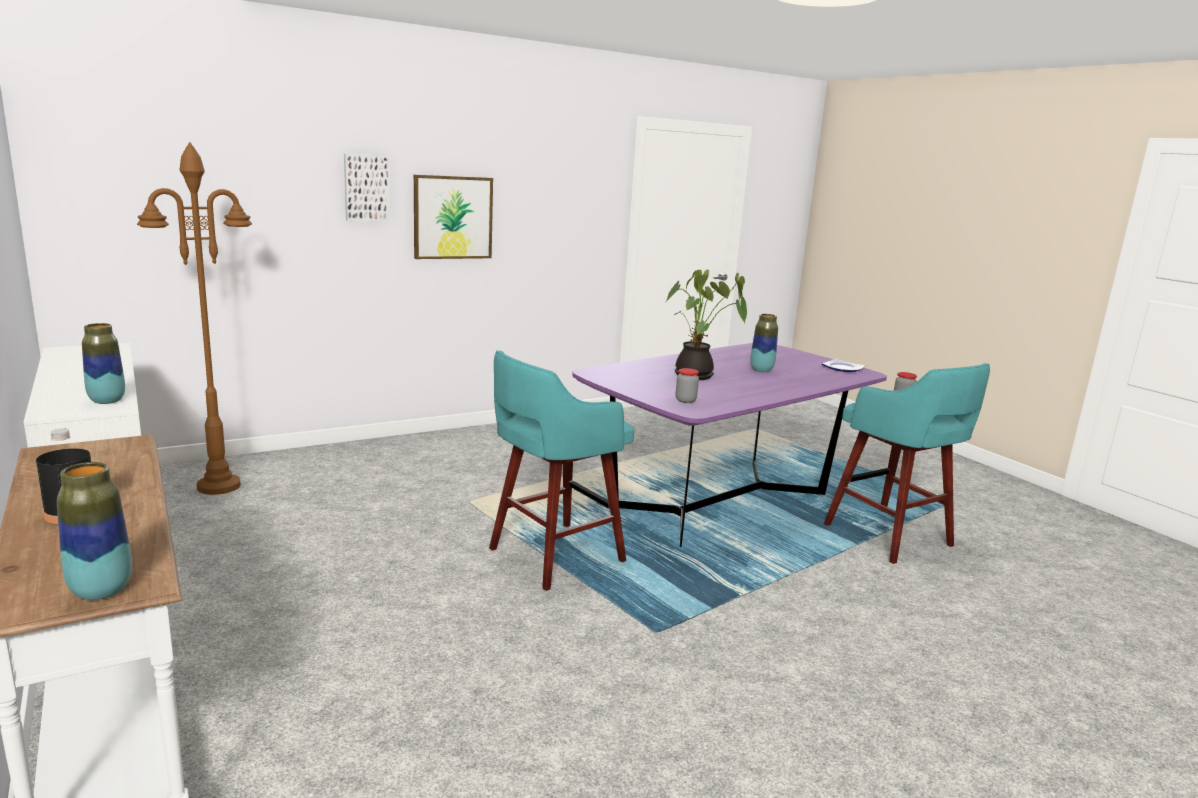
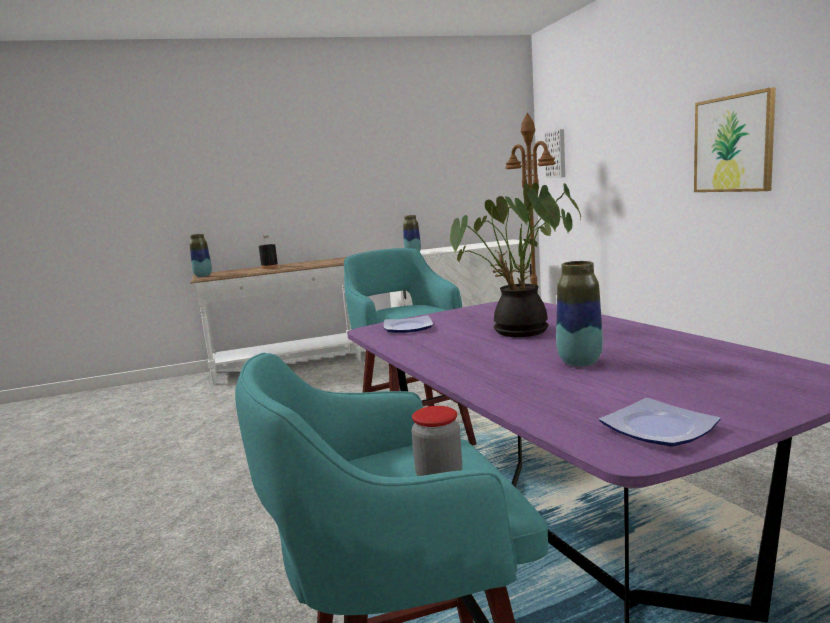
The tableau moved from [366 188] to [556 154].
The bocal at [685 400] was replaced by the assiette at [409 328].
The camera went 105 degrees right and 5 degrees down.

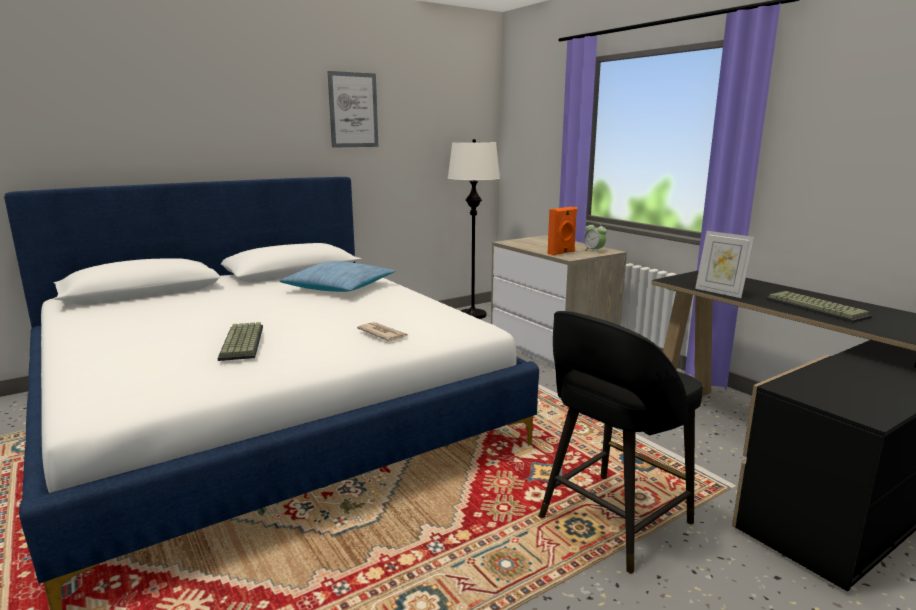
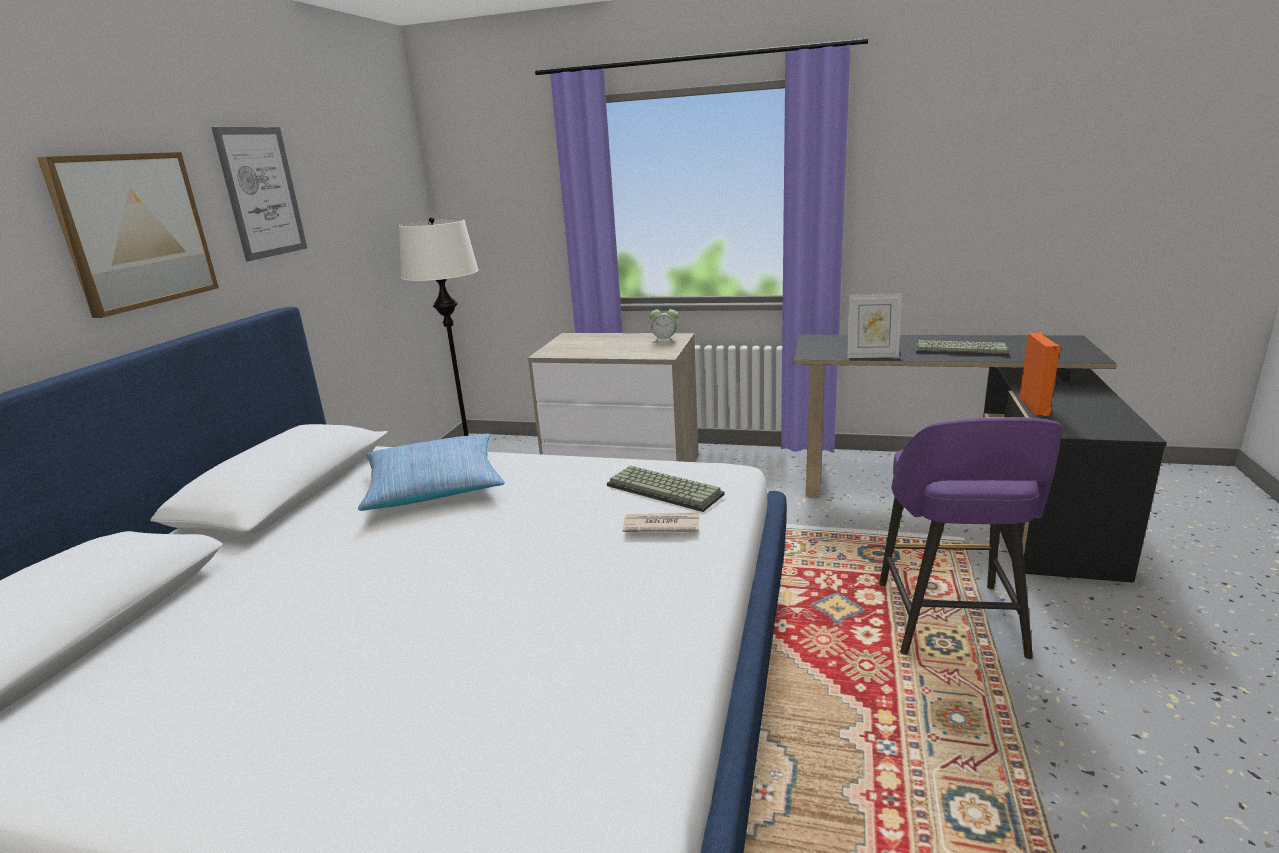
The enceinte/orange moved from [562 253] to [1035 406].
The tabouret/noir at [612 521] became the tabouret/violet at [950 622].
The clavier moved from [243 343] to [666 489].
The tableau at [134 231] appeared.
The camera went 40 degrees left and 5 degrees up.

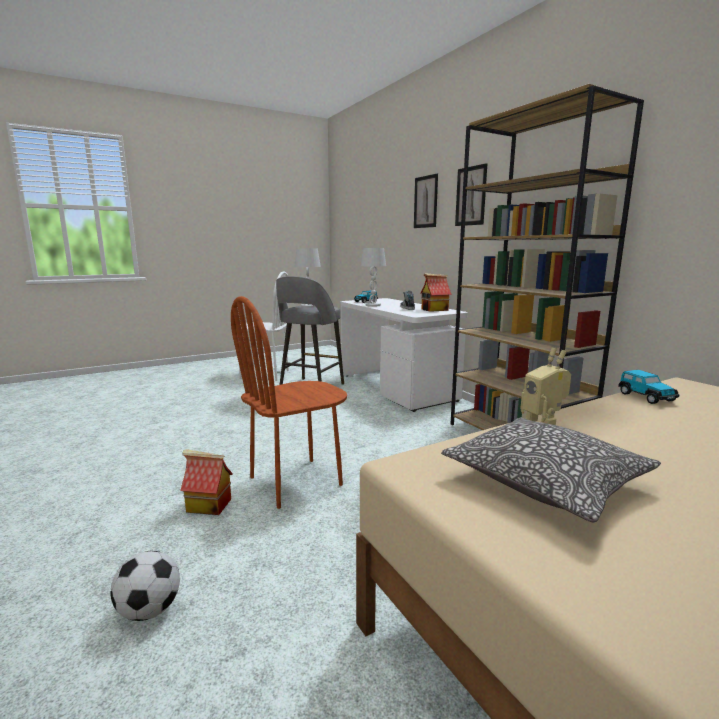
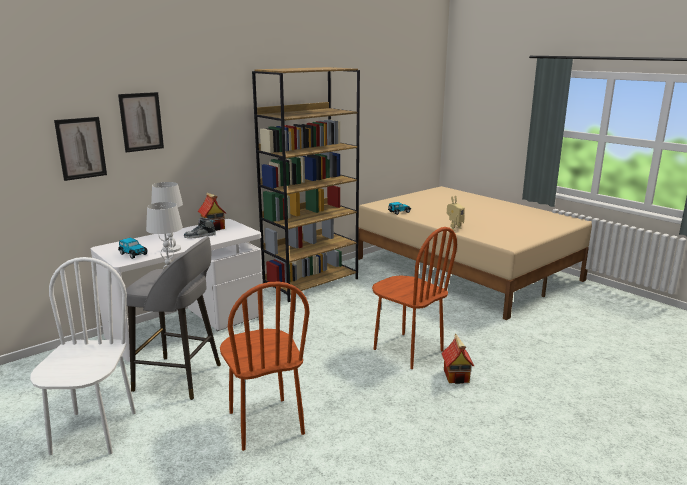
The tableau moved from [471 196] to [81 148].
The coussin at [545 481] disappeared.
The ballon de foot at [149 610] disappeared.
The chaise/marron at [265 423] appeared.
The camera went 100 degrees left and 5 degrees up.

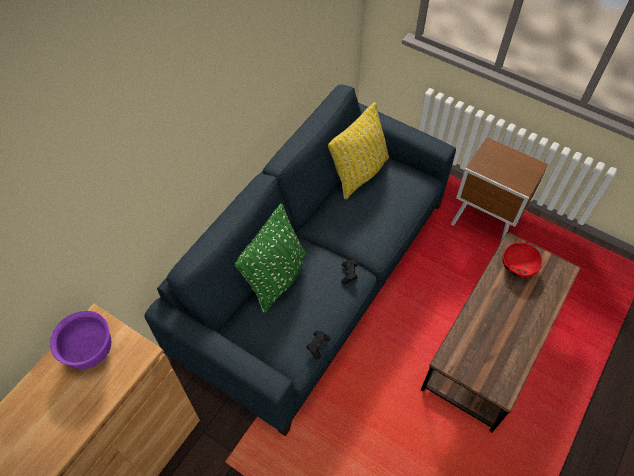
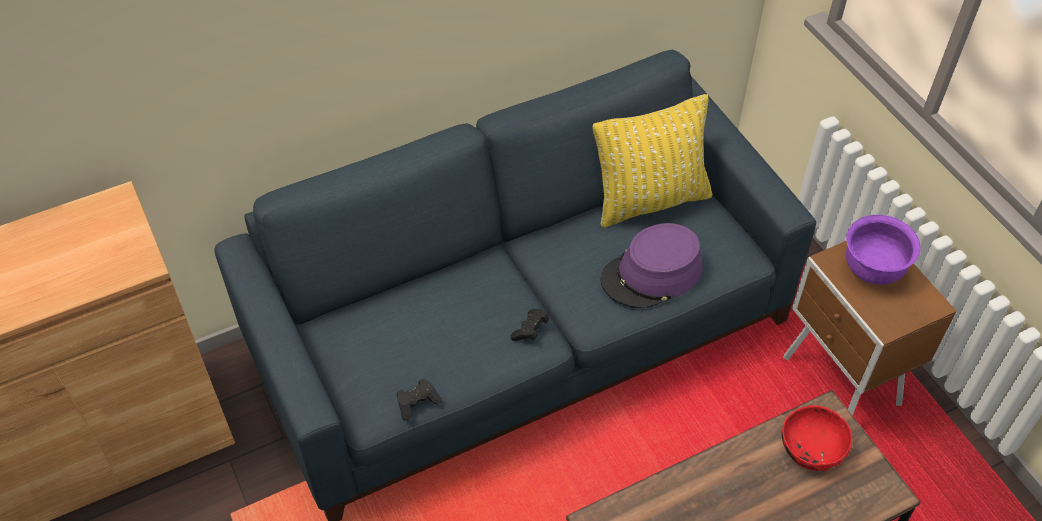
The coussin/vert at [276 278] disappeared.
The bol/violet moved from [90 351] to [872 270].
The chapeau/violet at [652 275] appeared.
The camera went 30 degrees right and 5 degrees down.

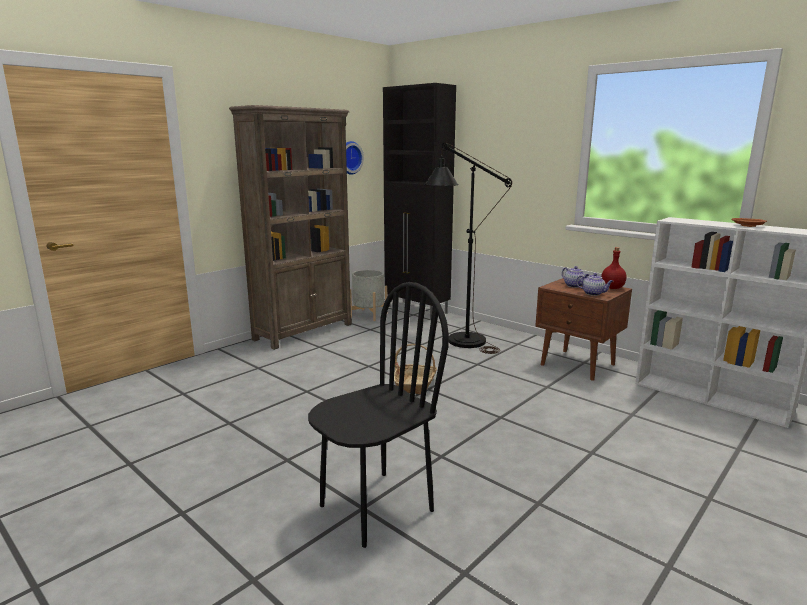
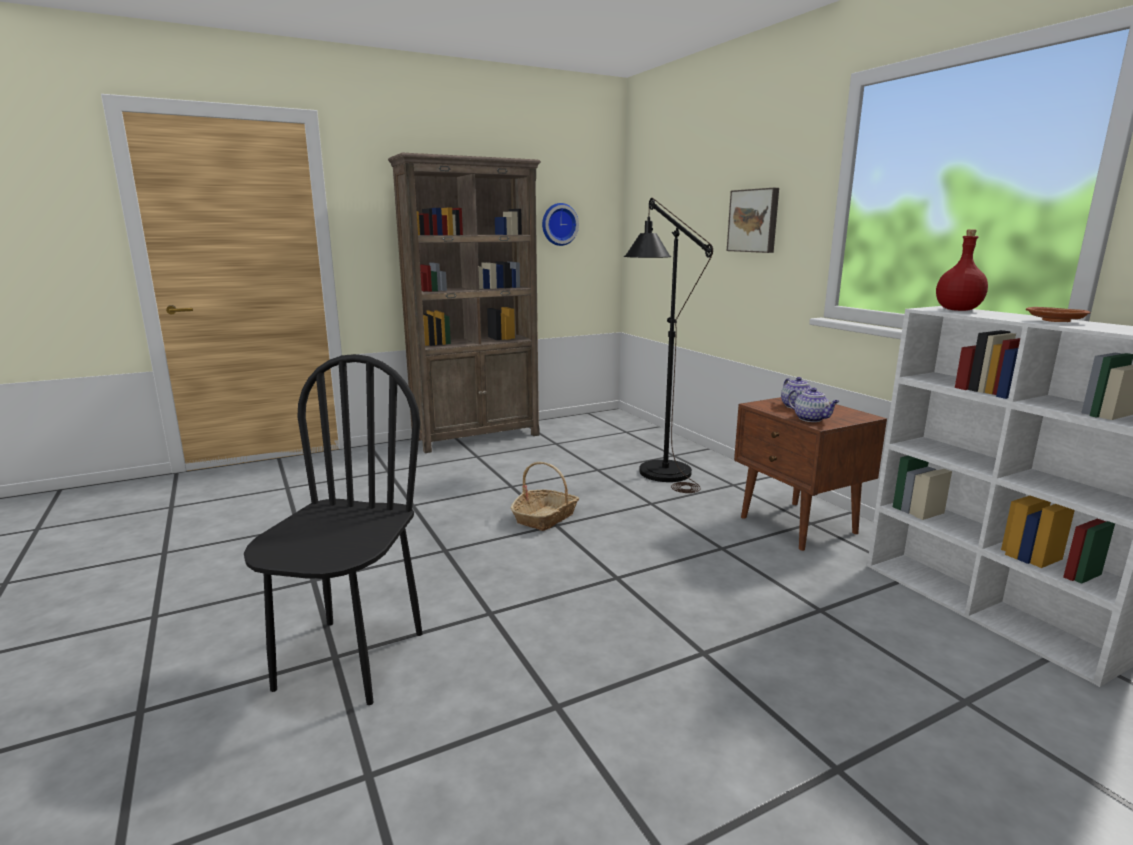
The meuble de rangement/noir at [417 310] disappeared.
The bouteille/rouge moved from [612 288] to [958 310].
The cache-pot/gris at [368 315] disappeared.
The chaise/noir at [376 507] turned 60 degrees counterclockwise.
The tableau at [754 221] appeared.
The camera went 20 degrees right and 0 degrees up.

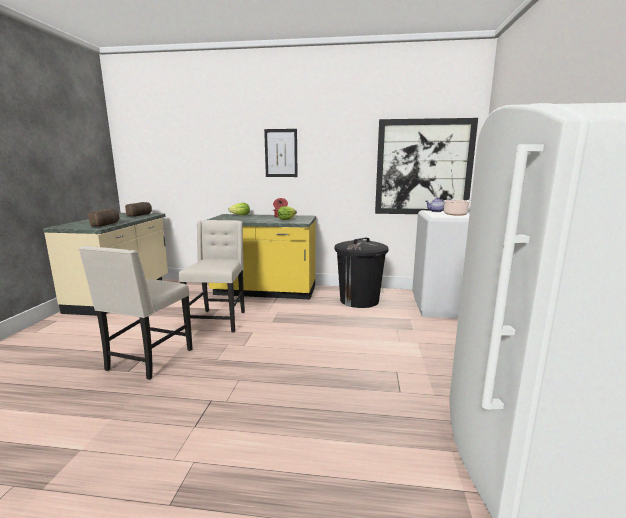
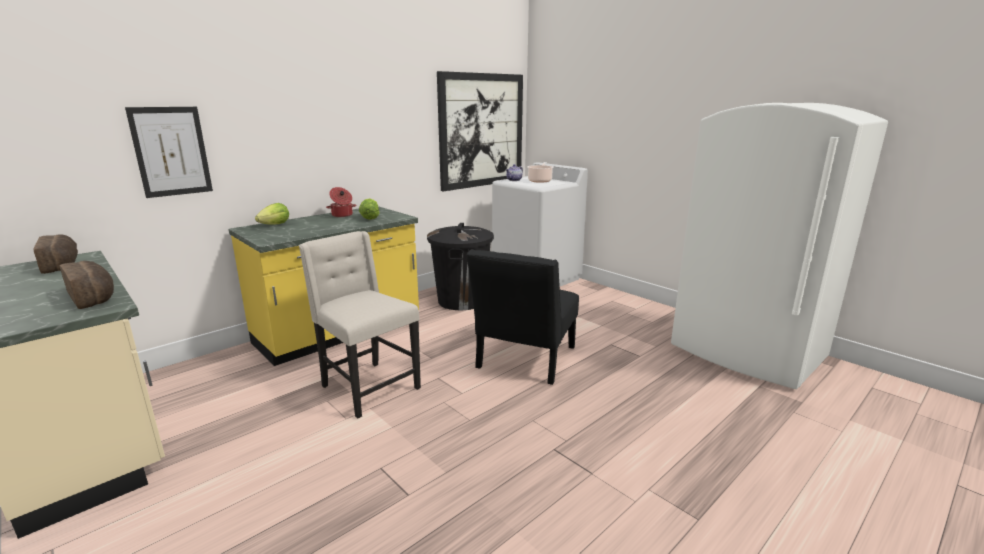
The tableau moved from [281 153] to [171 151].
The chaise/beige at [148 360] disappeared.
The chaise/noir at [524 360] appeared.
The camera went 50 degrees left and 5 degrees up.

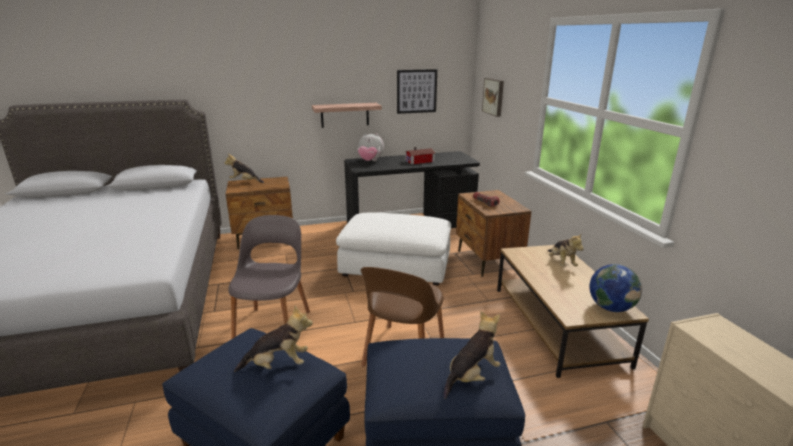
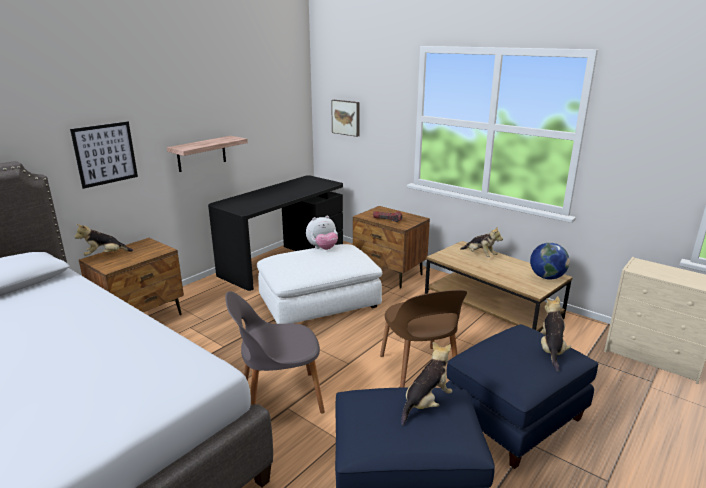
The tableau moved from [416 91] to [105 154].
The peluche moved from [370 161] to [323 248].
The maison miniature at [420 161] disappeared.
The chaise/gris at [273 326] turned 75 degrees counterclockwise.
The camera went 35 degrees left and 0 degrees up.

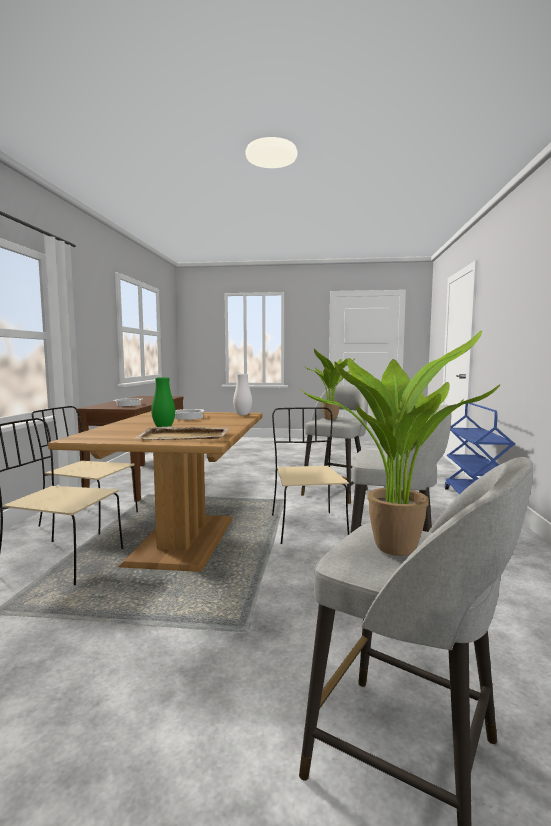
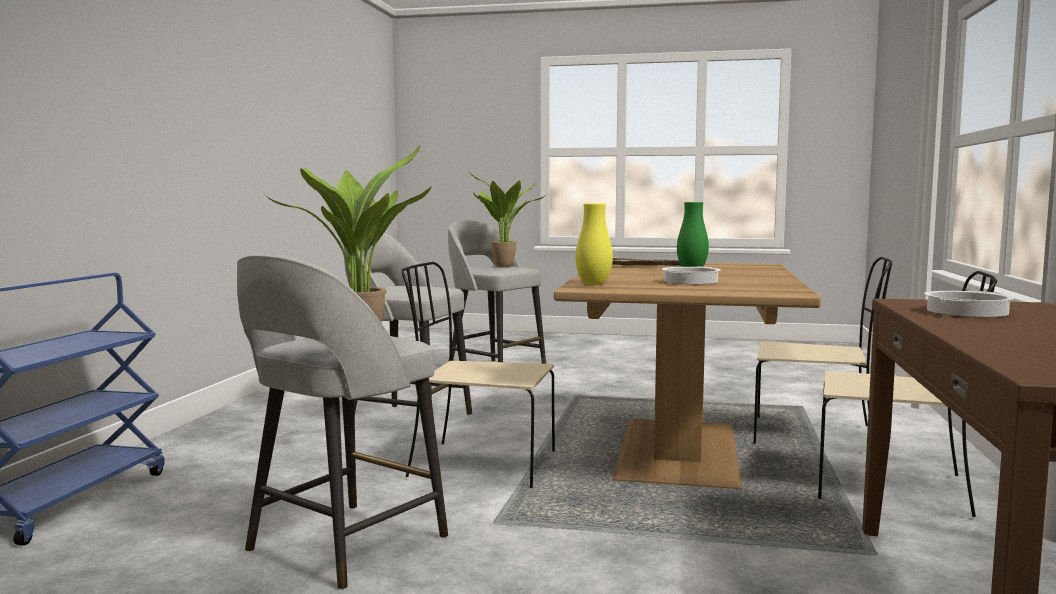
The vase/blanc at [242 415] became the vase/jaune at [593 284].
The chaise/beige at [307 526] turned 105 degrees clockwise.
The camera went 175 degrees left and 0 degrees up.

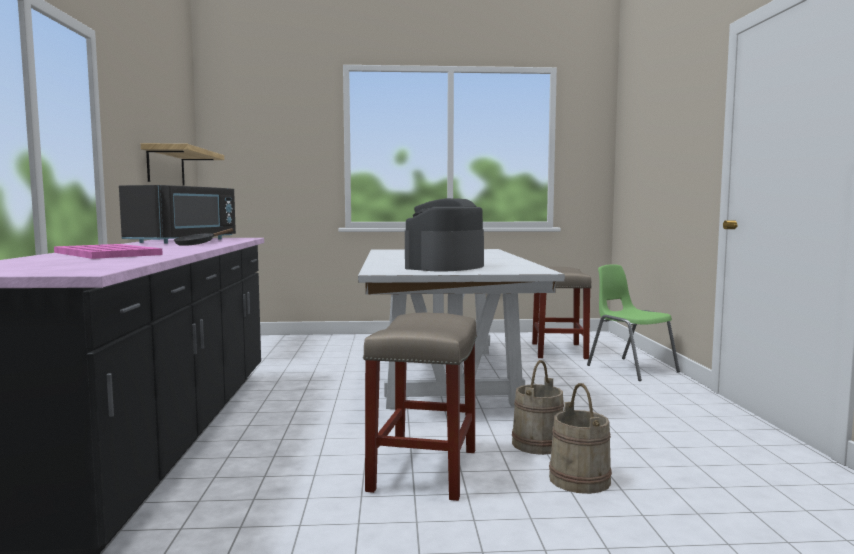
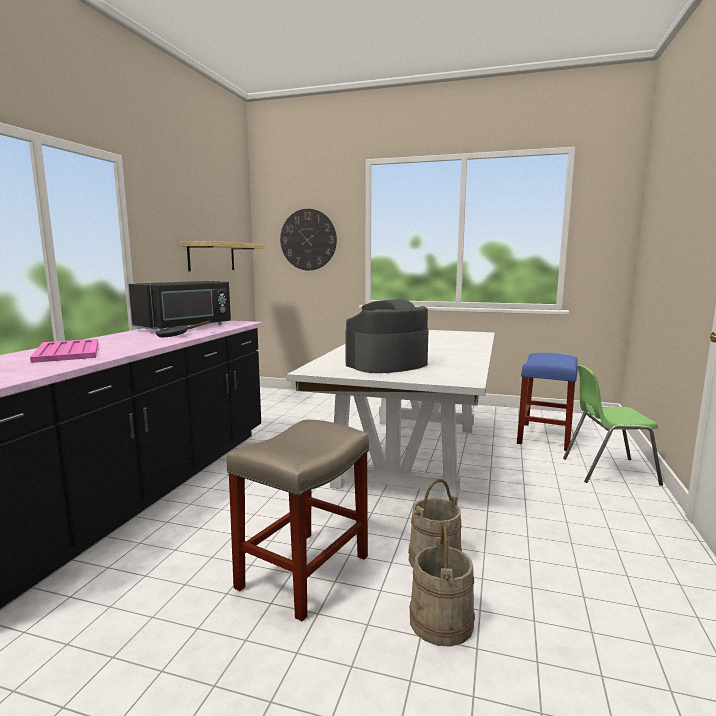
The chaise/vert at [630 368] turned 75 degrees counterclockwise.
The tabouret/beige at [559 351] became the tabouret/bleu at [545 437].
The horloge murale at [308 239] appeared.
The camera went 20 degrees right and 5 degrees up.

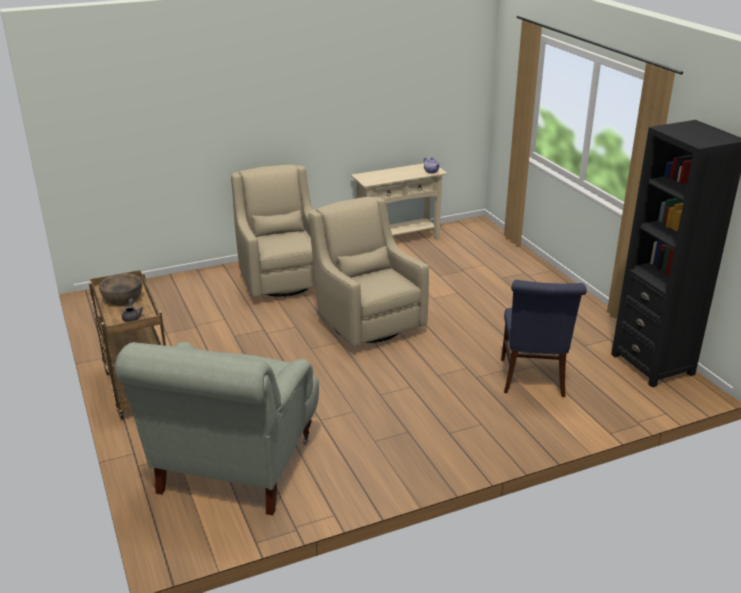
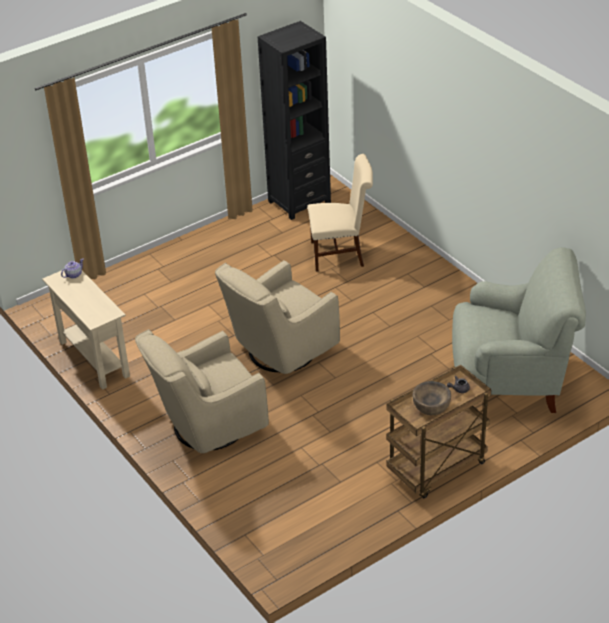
The chaise/bleu at [533 380] became the chaise/beige at [341 254].
The camera went 100 degrees left and 10 degrees up.

